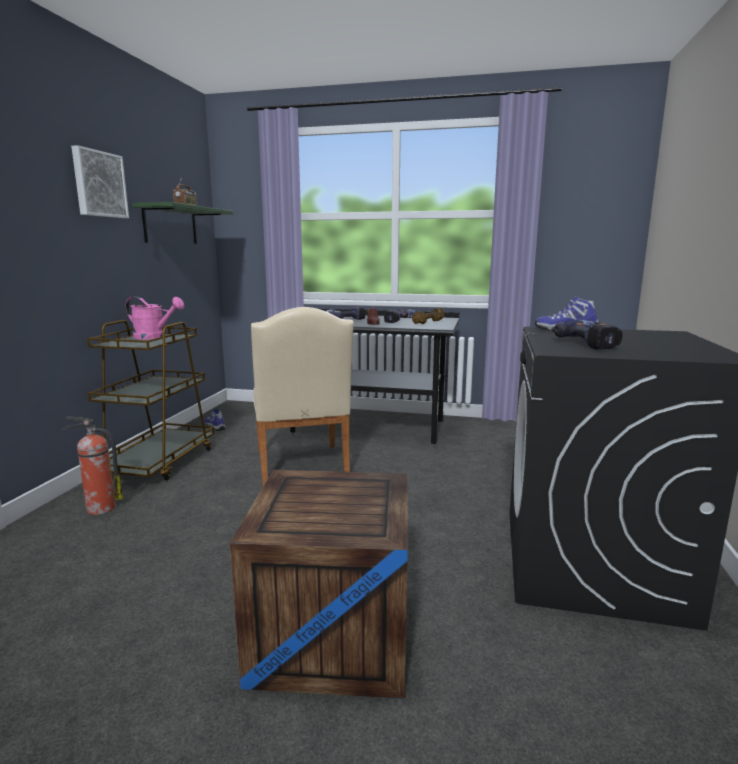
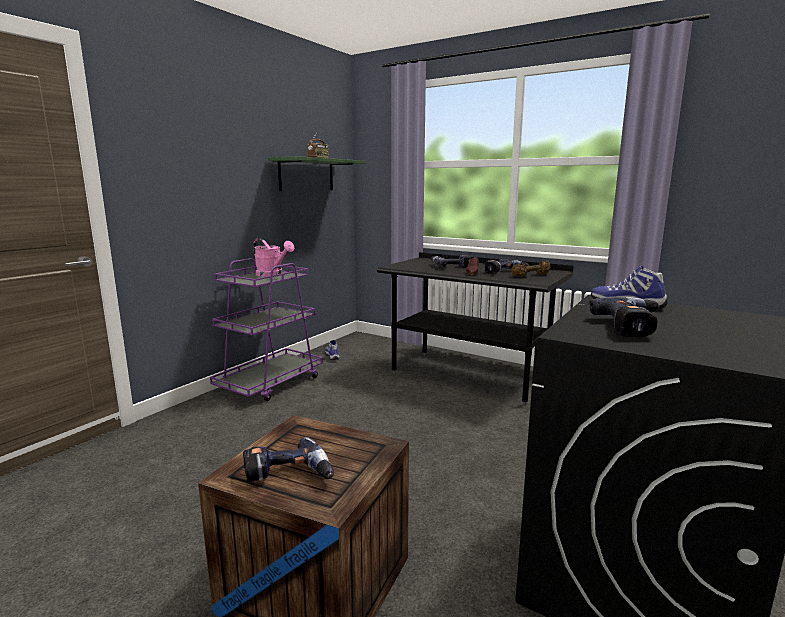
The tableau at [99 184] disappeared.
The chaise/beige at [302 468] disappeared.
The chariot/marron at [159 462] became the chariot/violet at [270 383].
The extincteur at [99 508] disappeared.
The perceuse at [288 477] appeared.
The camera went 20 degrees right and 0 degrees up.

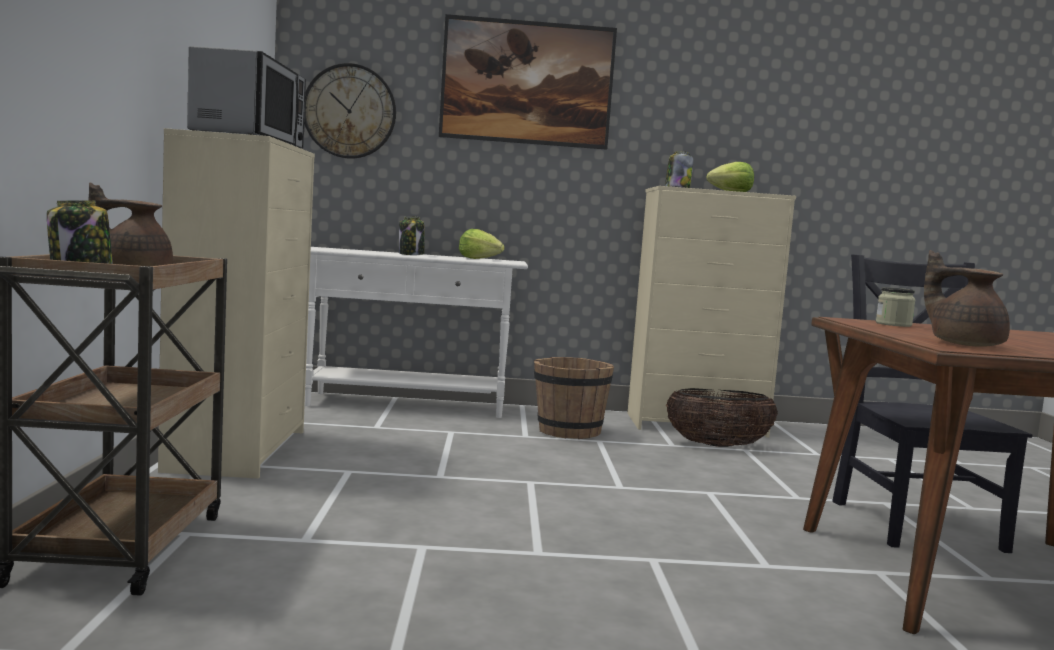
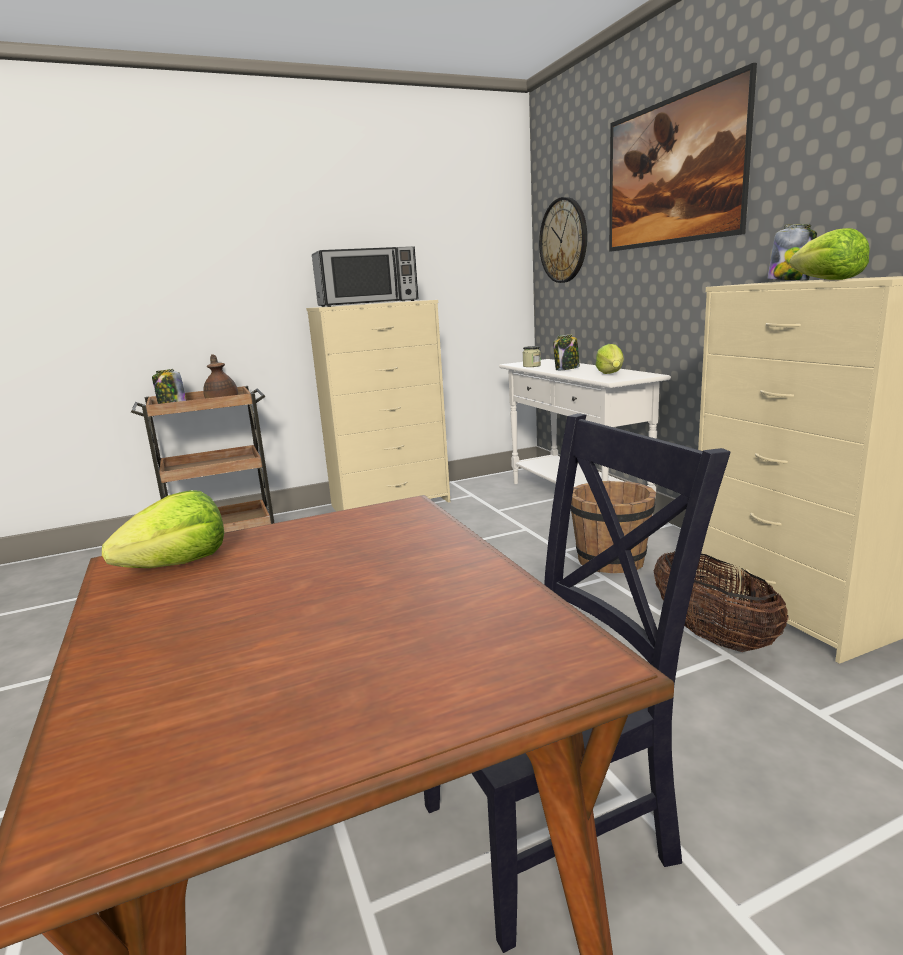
The théière/marron at [964 344] was replaced by the laitue at [178 564].
The bocal moved from [893 324] to [531 366].
The camera went 70 degrees right and 10 degrees up.

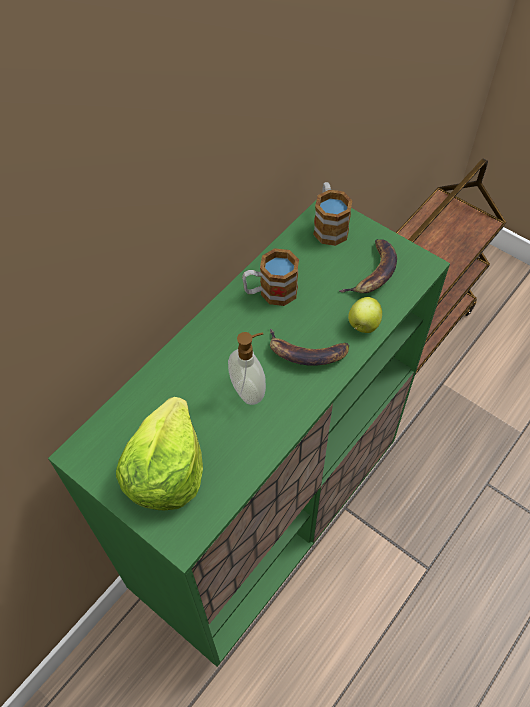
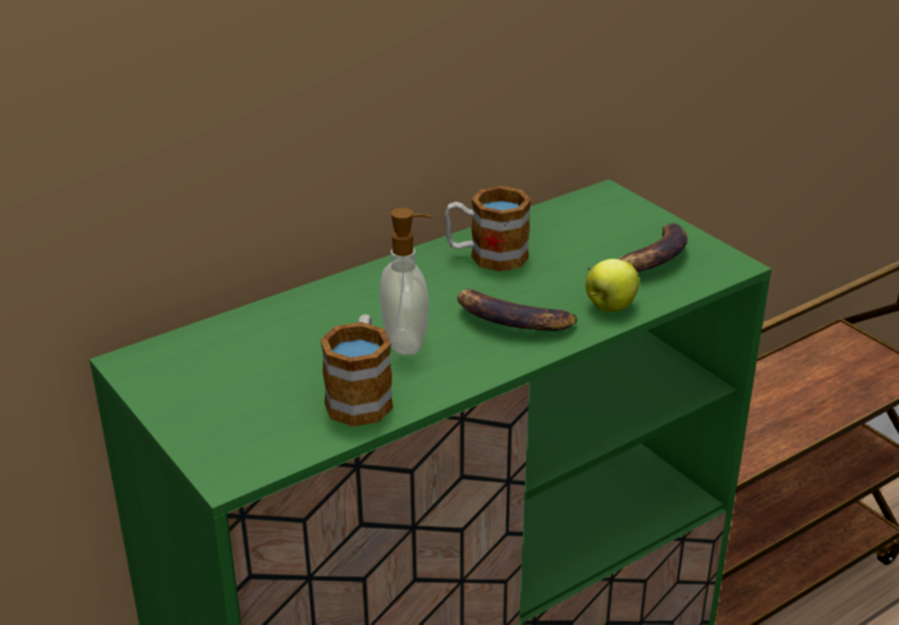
The mug moved from [329 225] to [361 396].
The laitue at [165 470] disappeared.
The camera went 15 degrees right and 25 degrees down.

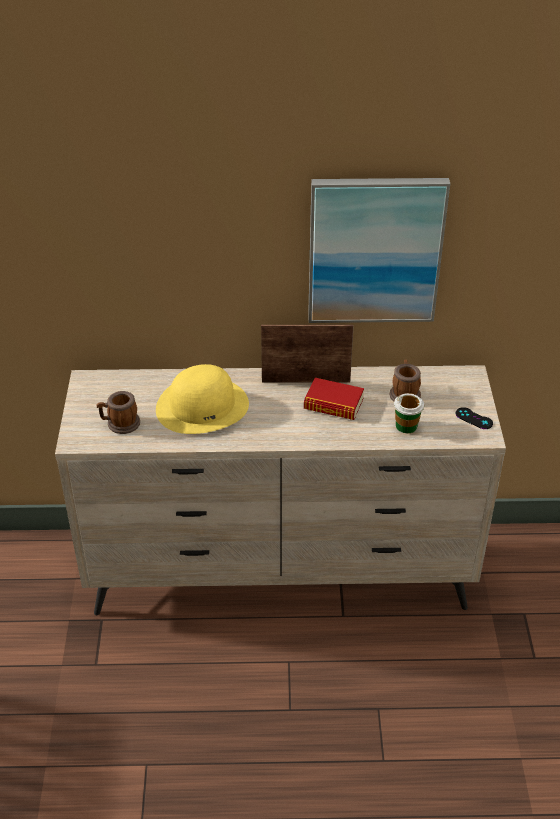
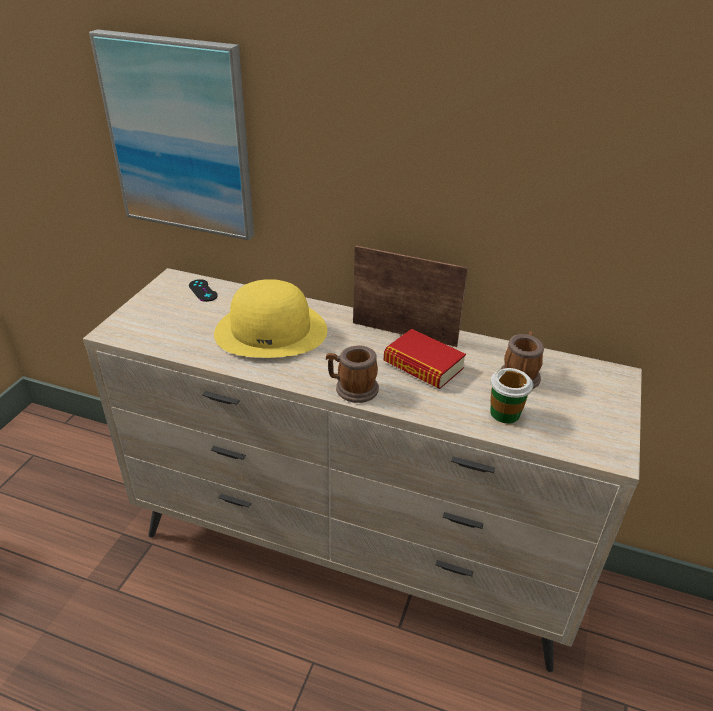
The tableau moved from [375 250] to [180 138].
The mug moved from [120 424] to [352 389].
The manette/noir moved from [474 418] to [203 290].
The camera went 20 degrees right and 5 degrees down.

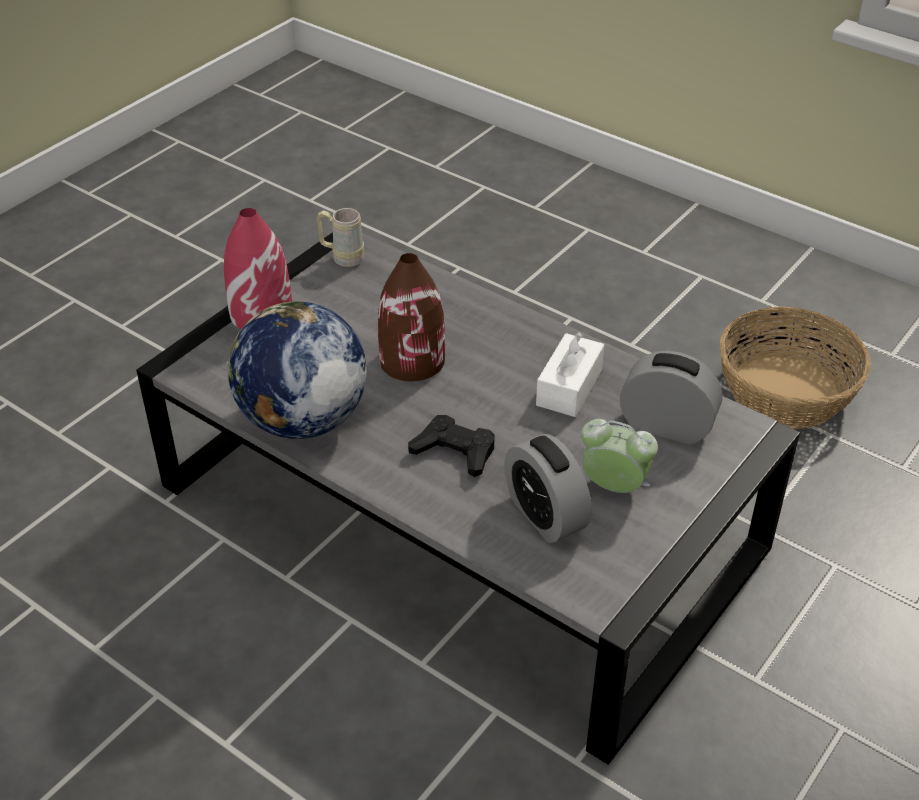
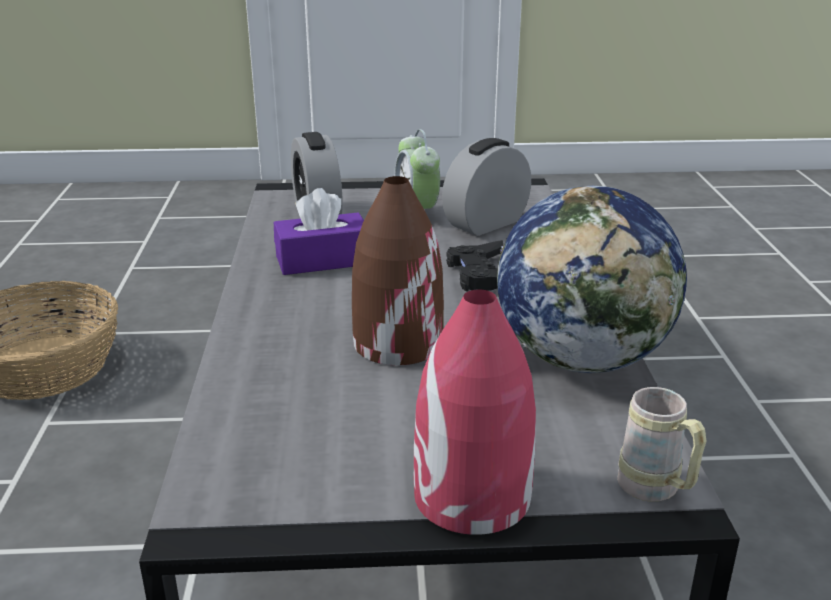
The mug/beige moved from [342 257] to [656 491].
The boîte à mouchoirs/blanc at [569 387] became the boîte à mouchoirs/violet at [323 260].
The réveil at [545 515] turned 150 degrees counterclockwise.
The camera went 130 degrees left and 15 degrees down.

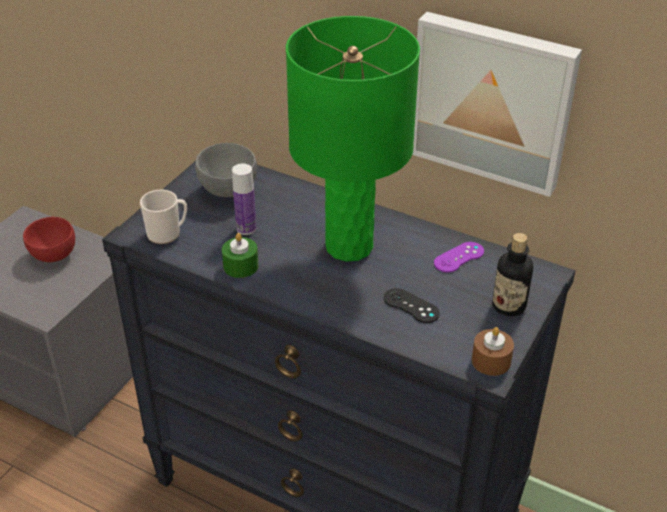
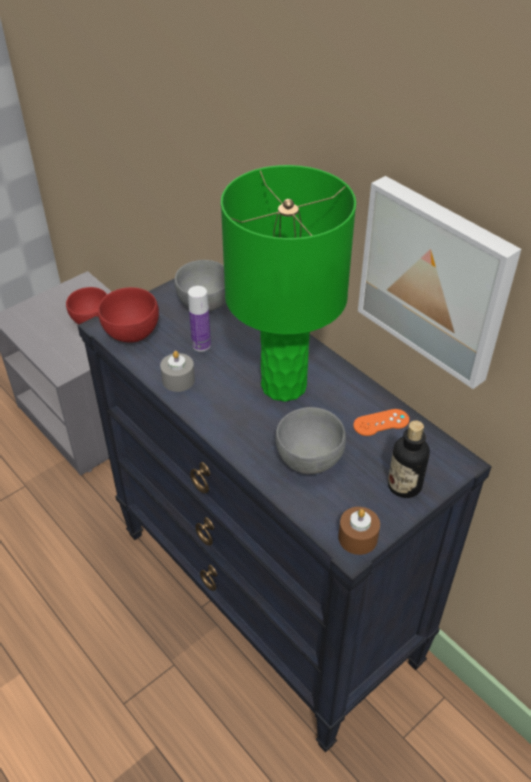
The mug at [167 233] was replaced by the bol/rouge at [132 333].
The bougie/vert at [240 266] became the bougie/gris at [178 380].
The manette/violet at [459 257] became the manette/orange at [381 422].
The manette/noir at [411 306] was replaced by the bol/gris at [310 460].
The camera went 20 degrees right and 5 degrees up.

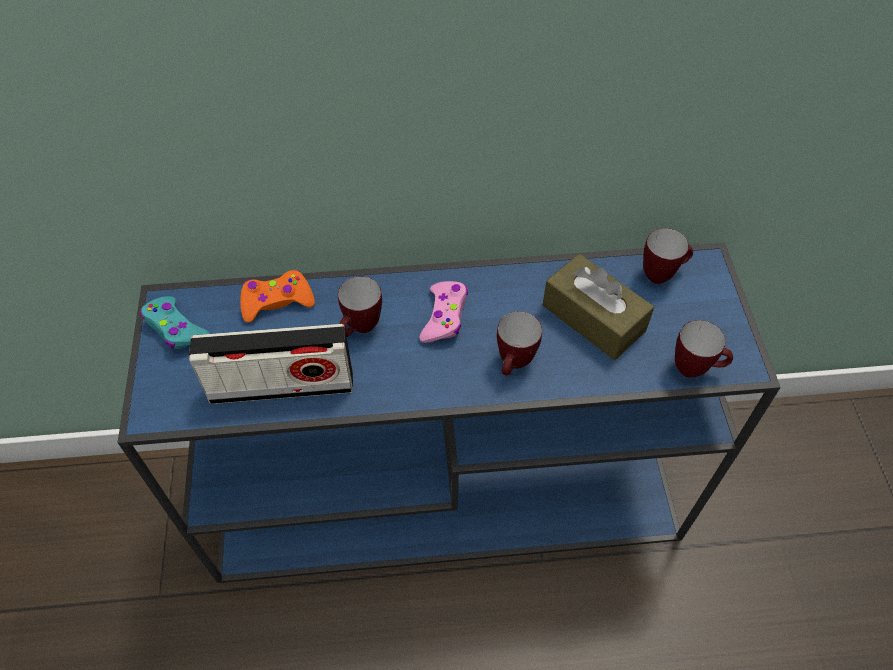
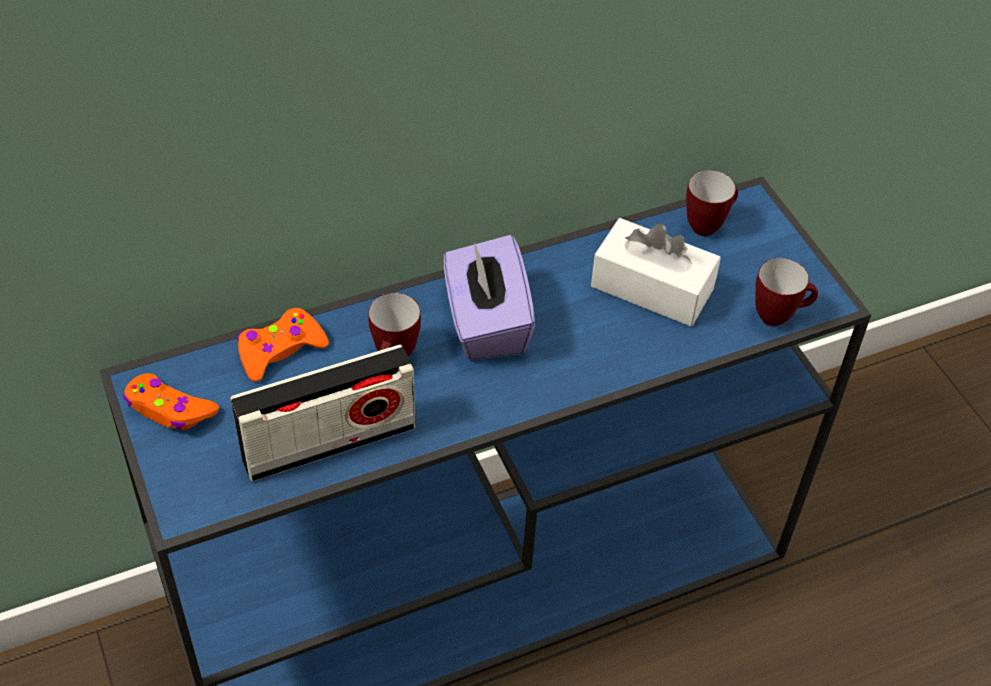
The boîte à mouchoirs/marron at [593 318] became the boîte à mouchoirs/blanc at [652 288].
The manette/rose at [444 316] was replaced by the boîte à mouchoirs/violet at [486 323].
The manette/turquoise at [176 329] became the manette/orange at [169 409].
The mug at [514 365] disappeared.
The camera went 20 degrees left and 5 degrees down.

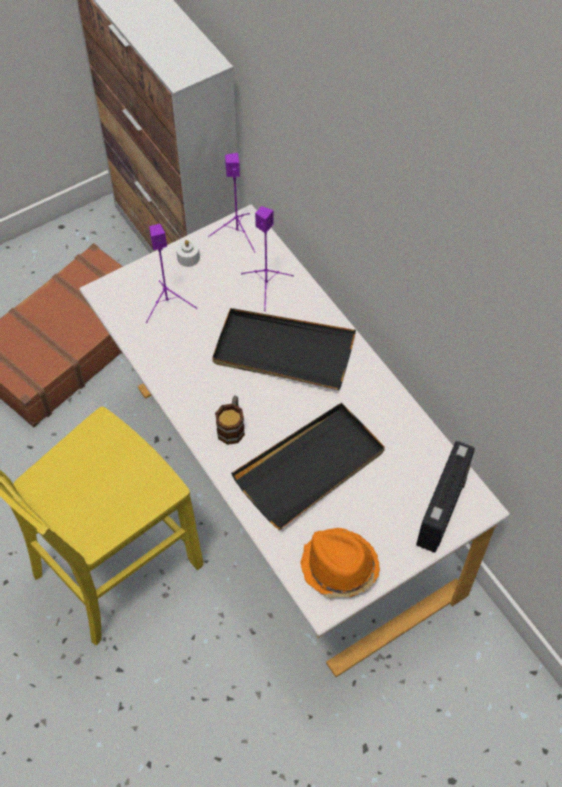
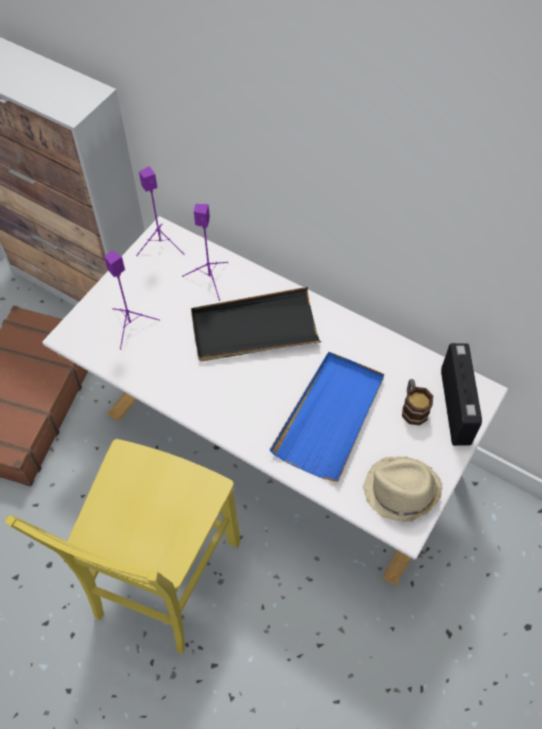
The bougie/blanc at [188 257] disappeared.
The mug moved from [232 426] to [413 408].
The plateau/noir at [310 467] became the plateau/bleu at [330 417].
The chapeau/orange at [338 567] became the chapeau/beige at [400 492].
The camera went 25 degrees left and 0 degrees up.

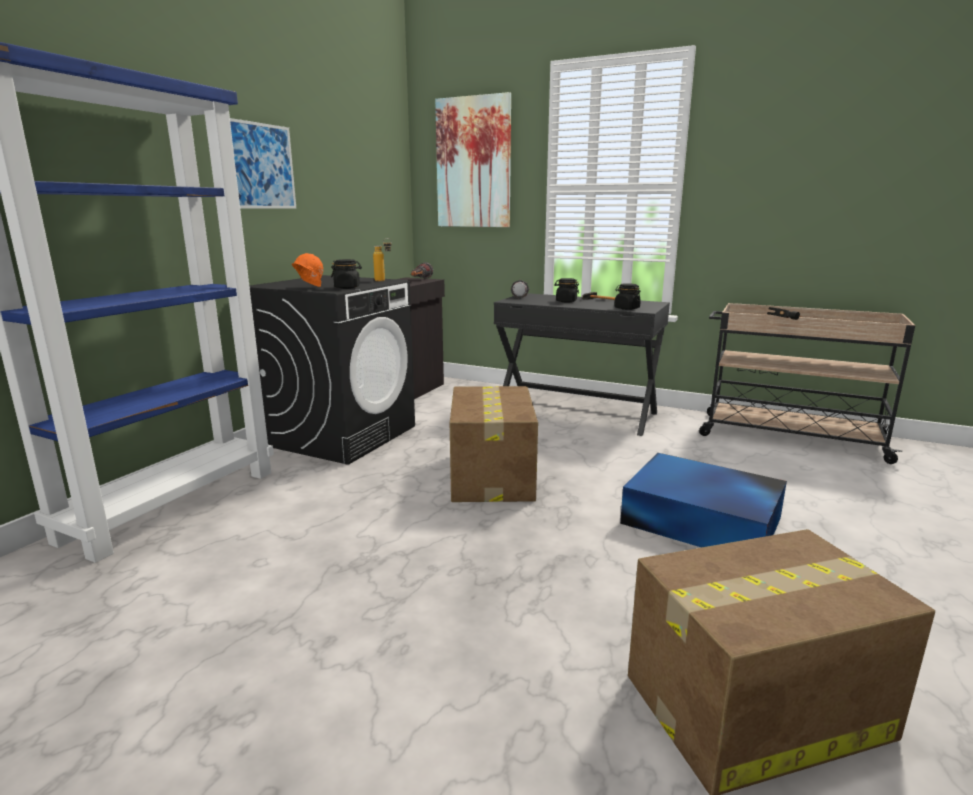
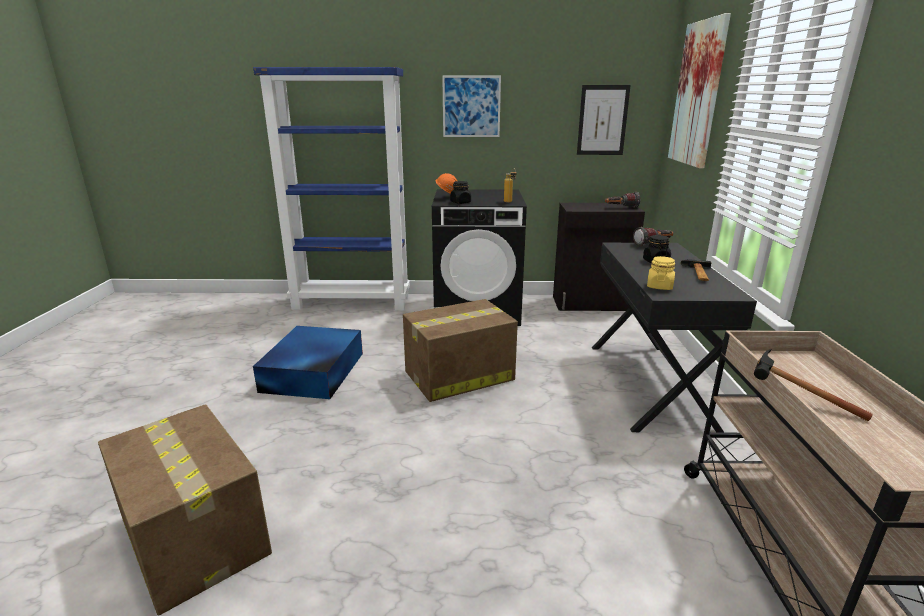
The bocal/noir at [626 308] became the bocal/jaune at [659 286].
The boîte de rangement/bleu moved from [703 521] to [312 372].
The tableau at [602 120] appeared.
The camera went 65 degrees right and 5 degrees up.

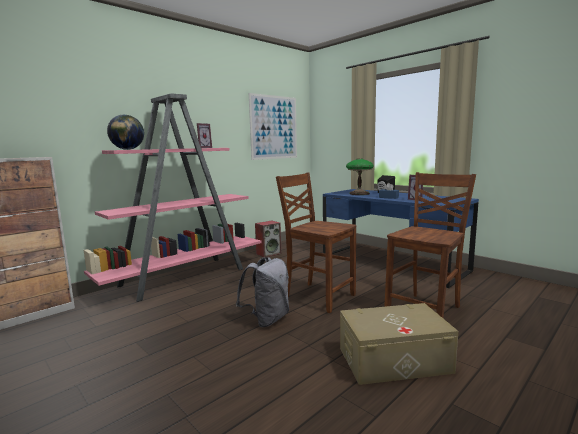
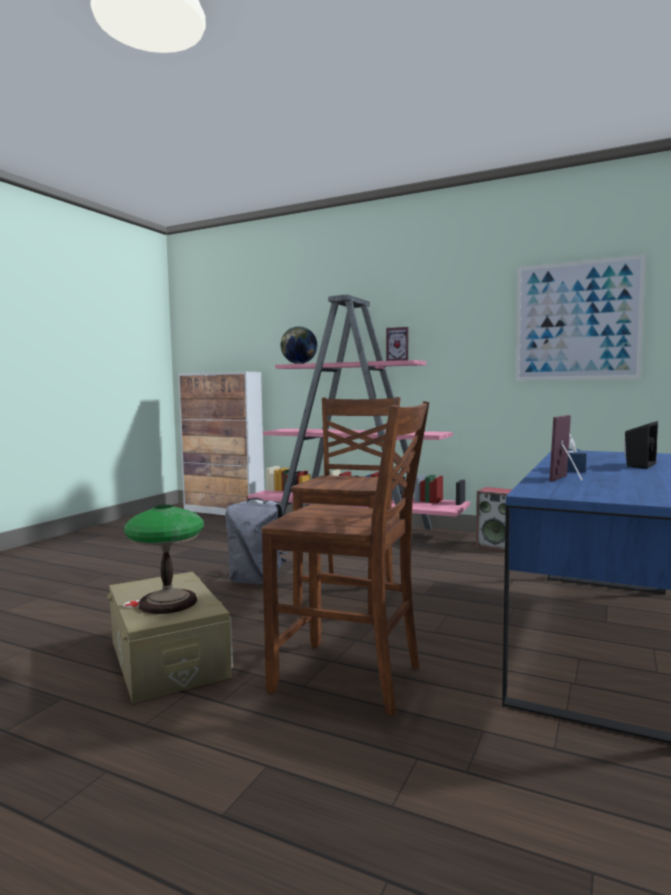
The lampe de table moved from [359 193] to [167 603].
The camera went 70 degrees right and 5 degrees down.

